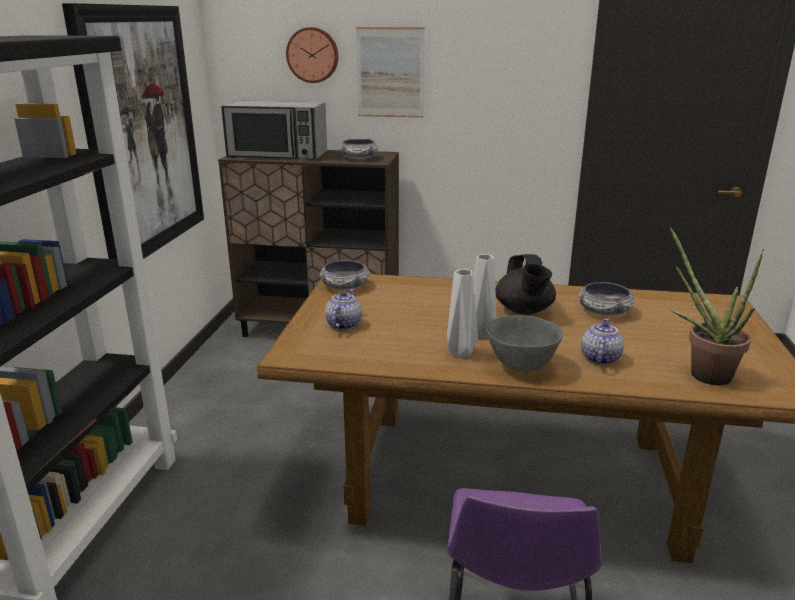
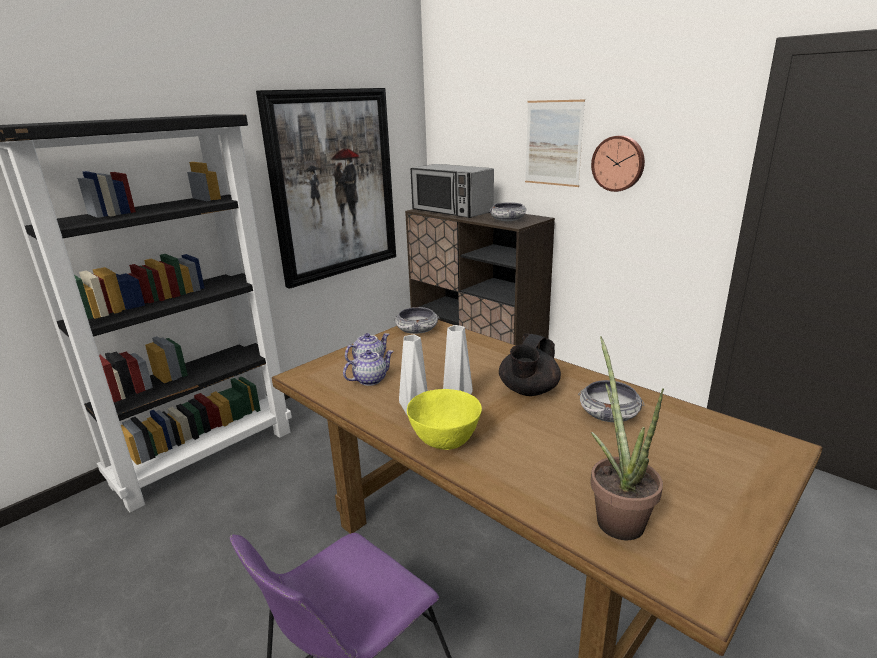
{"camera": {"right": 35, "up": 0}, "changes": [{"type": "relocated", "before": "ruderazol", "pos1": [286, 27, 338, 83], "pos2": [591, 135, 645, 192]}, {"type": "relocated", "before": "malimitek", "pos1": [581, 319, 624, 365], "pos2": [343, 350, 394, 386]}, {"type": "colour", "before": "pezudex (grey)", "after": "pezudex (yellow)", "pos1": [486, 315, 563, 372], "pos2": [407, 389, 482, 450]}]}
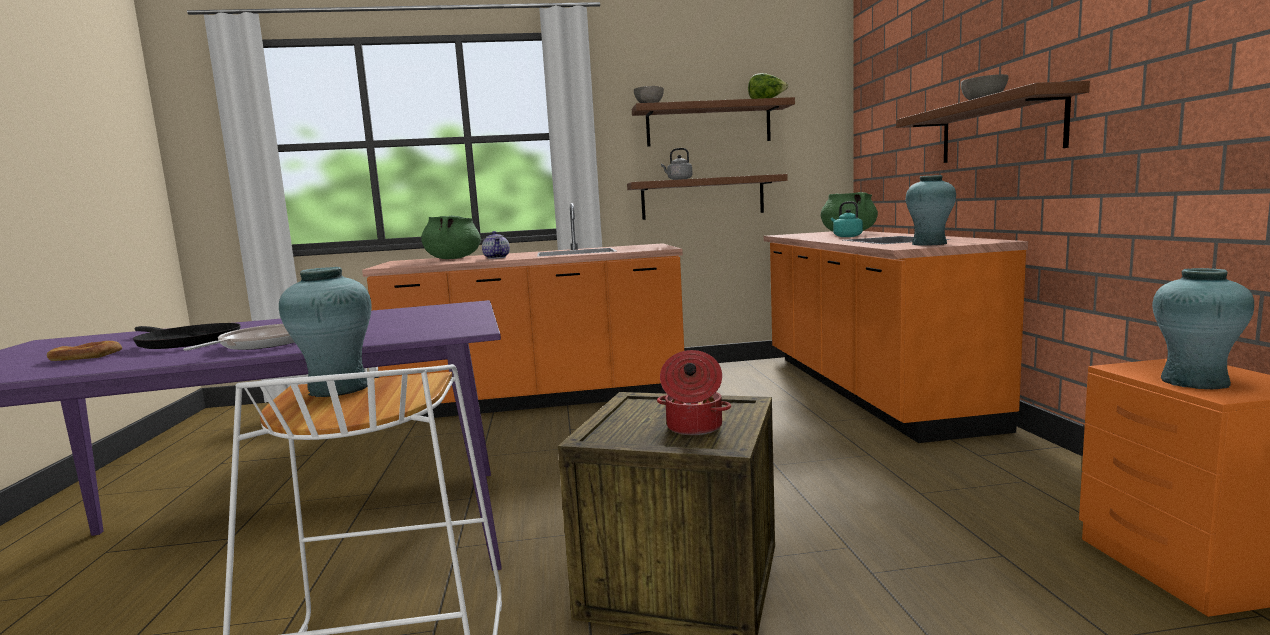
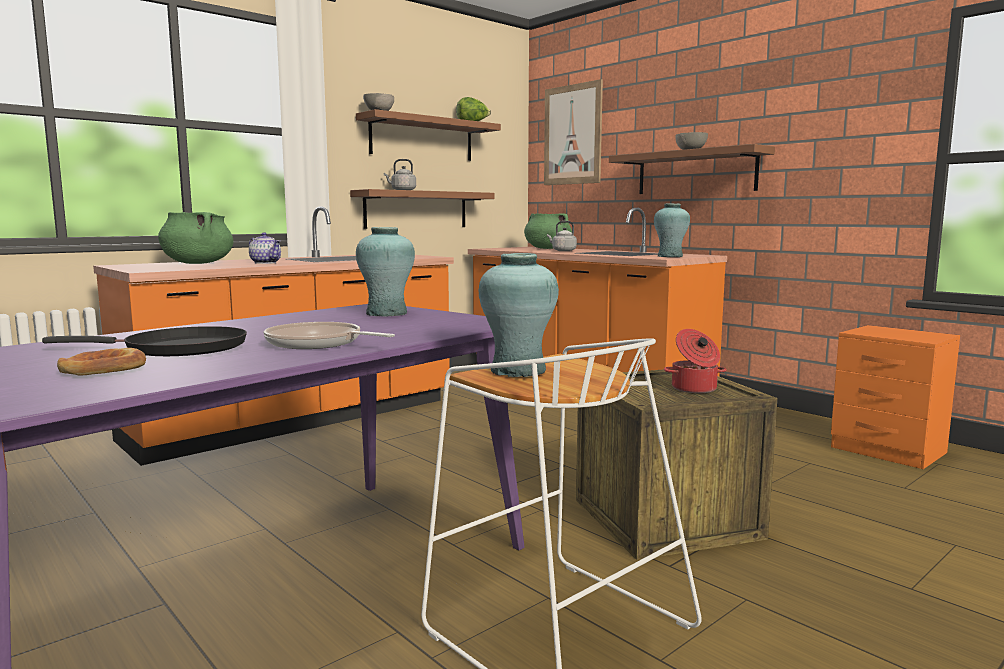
{"camera": {"right": -35, "up": 0}, "changes": [{"type": "appeared", "after": "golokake", "pos2": [544, 79, 603, 185]}, {"type": "relocated", "before": "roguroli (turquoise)", "pos1": [1152, 268, 1254, 389], "pos2": [356, 227, 415, 317]}, {"type": "colour", "before": "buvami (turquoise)", "after": "buvami (grey)", "pos1": [831, 201, 863, 237], "pos2": [547, 221, 577, 251]}, {"type": "spun", "before": "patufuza", "pos1": [183, 324, 295, 350], "pos2": [264, 322, 395, 349], "turn": -45}]}
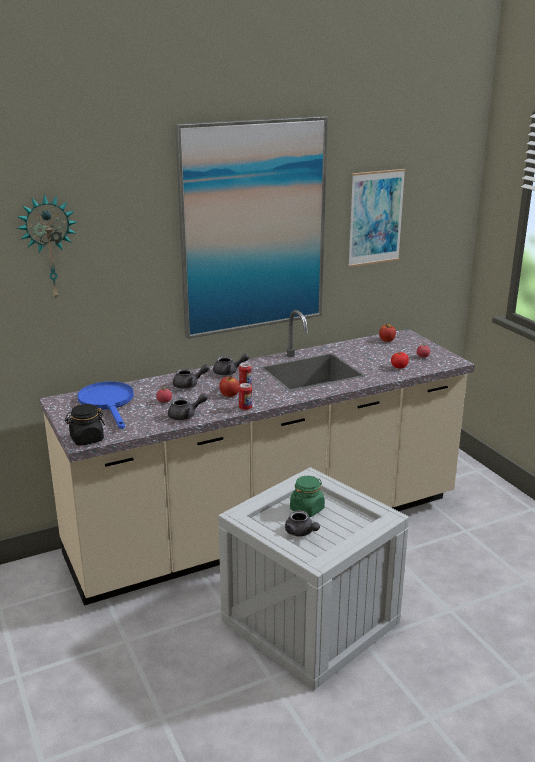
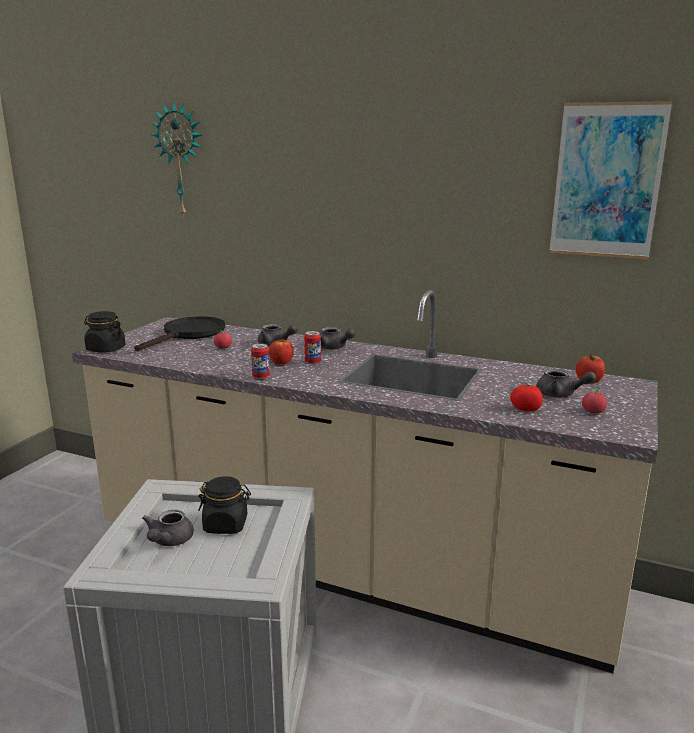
{"camera": {"right": 50, "up": -5}, "changes": [{"type": "missing", "before": "golokake", "pos1": [175, 116, 328, 339]}, {"type": "relocated", "before": "malimitek (grey)", "pos1": [168, 393, 208, 420], "pos2": [536, 369, 596, 398]}, {"type": "colour", "before": "patufuza (blue)", "after": "patufuza (black)", "pos1": [78, 381, 134, 429], "pos2": [134, 316, 225, 351]}, {"type": "colour", "before": "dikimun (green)", "after": "dikimun (black)", "pos1": [290, 476, 325, 517], "pos2": [198, 476, 251, 534]}]}
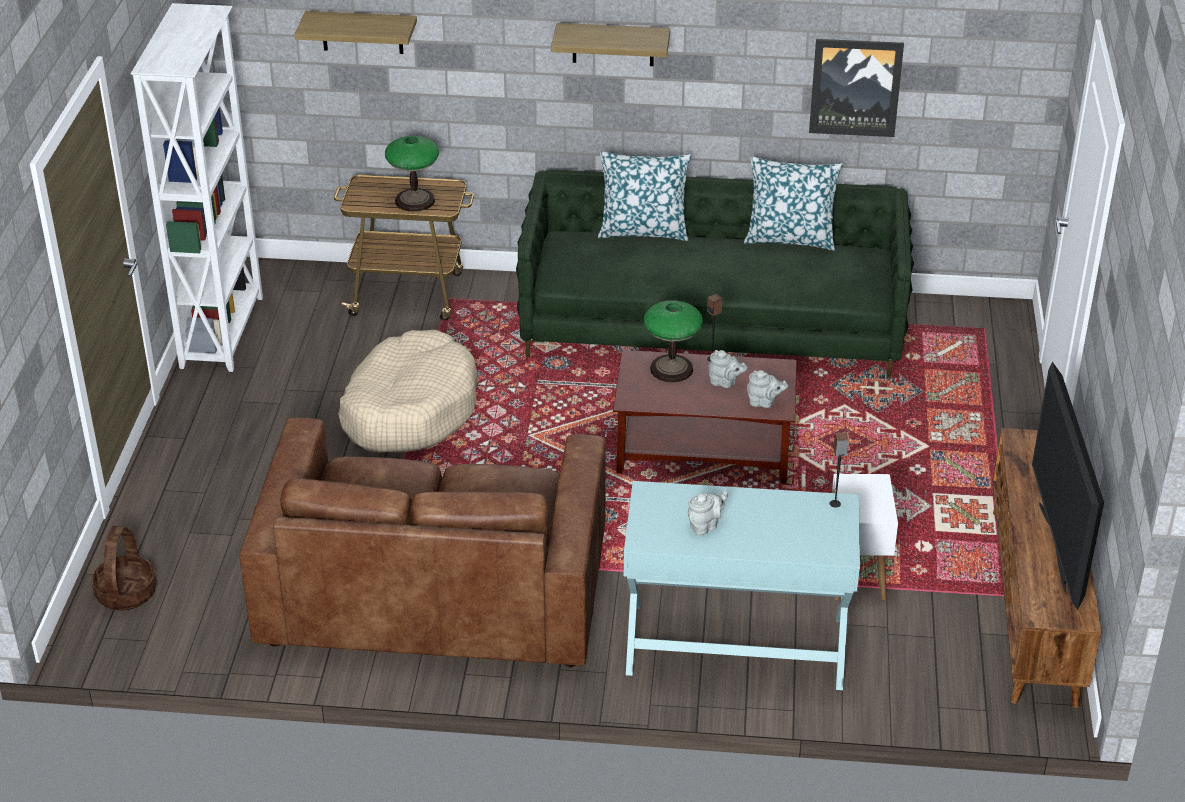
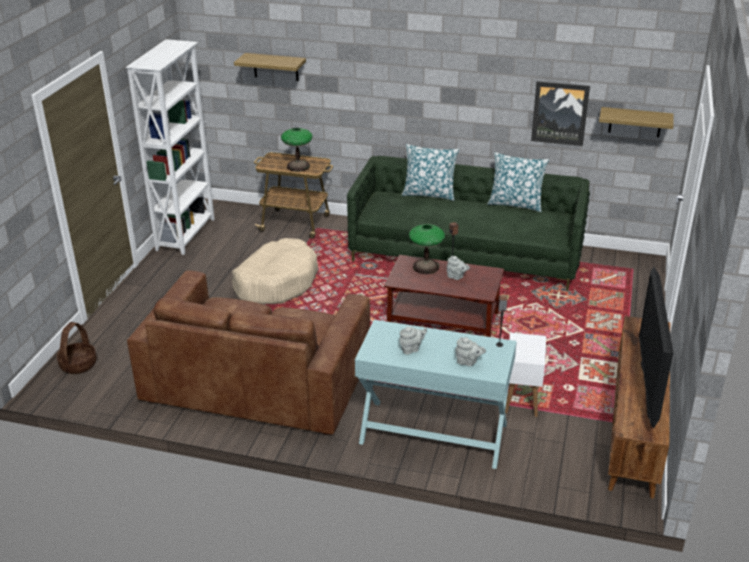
{"camera": {"right": 10, "up": -5}, "changes": [{"type": "relocated", "before": "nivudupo", "pos1": [551, 23, 670, 66], "pos2": [599, 107, 674, 137]}, {"type": "relocated", "before": "malimitek (grey)", "pos1": [747, 370, 788, 408], "pos2": [456, 337, 486, 366]}]}
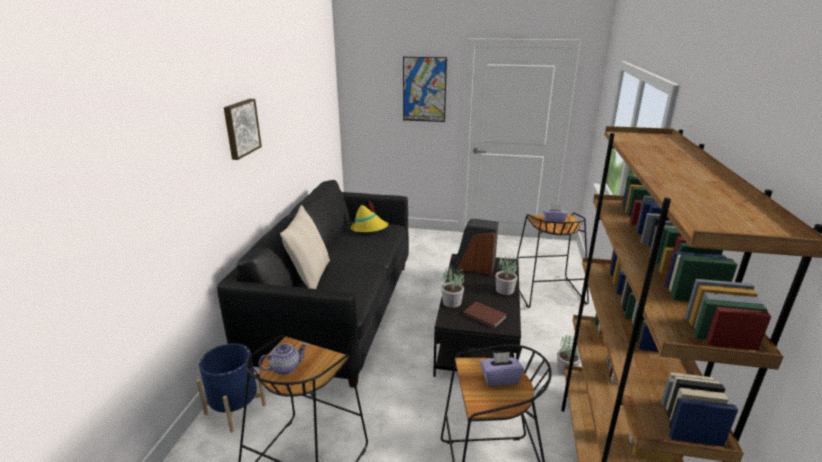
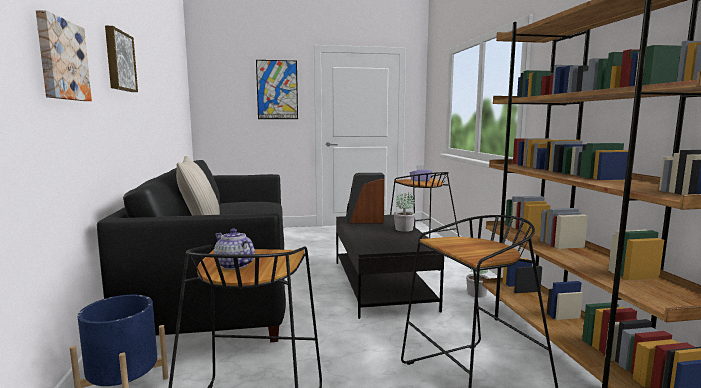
{"camera": {"right": -20, "up": -15}, "changes": [{"type": "missing", "before": "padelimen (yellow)", "pos1": [350, 199, 388, 232]}, {"type": "missing", "before": "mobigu", "pos1": [441, 265, 464, 308]}, {"type": "missing", "before": "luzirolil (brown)", "pos1": [463, 302, 507, 328]}, {"type": "missing", "before": "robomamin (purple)", "pos1": [480, 352, 524, 386]}, {"type": "appeared", "after": "golokake", "pos2": [36, 10, 92, 101]}, {"type": "spun", "before": "malimitek", "pos1": [259, 343, 308, 375], "pos2": [214, 229, 255, 270], "turn": -90}]}
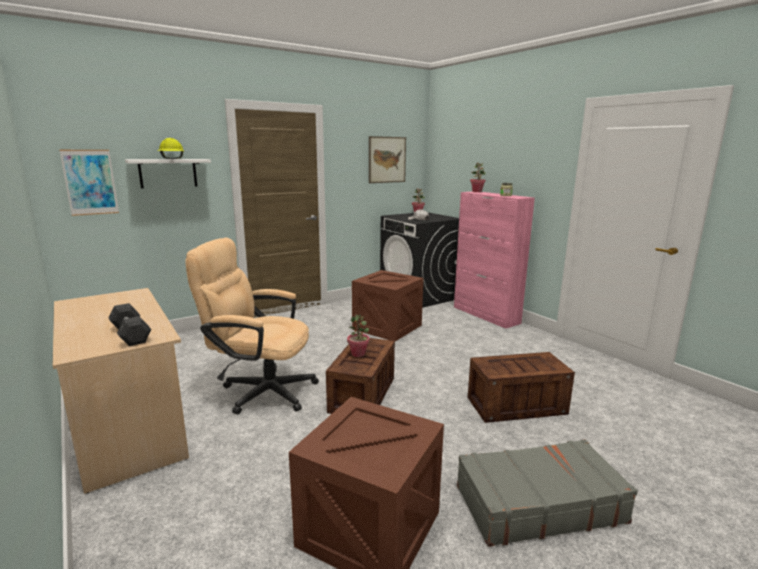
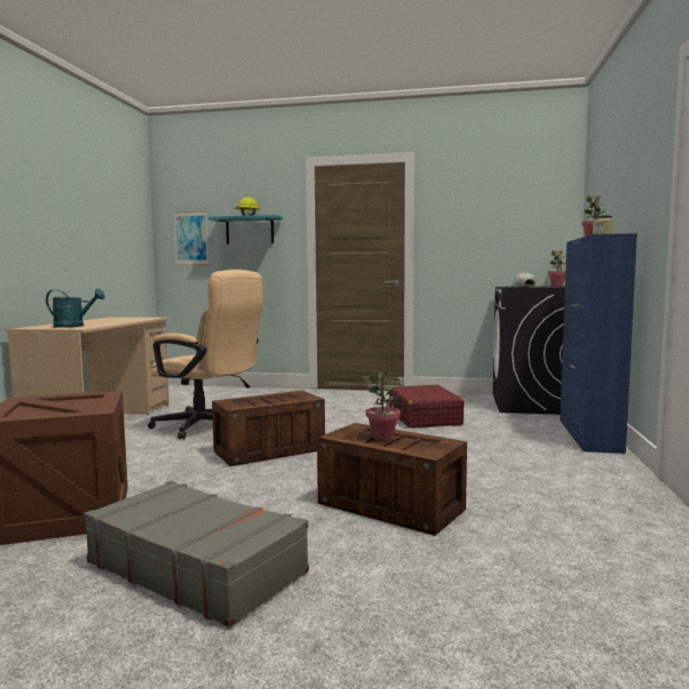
{"camera": {"right": 45, "up": -10}, "changes": [{"type": "missing", "before": "golokake", "pos1": [369, 136, 406, 183]}, {"type": "relocated", "before": "mobigu", "pos1": [347, 314, 370, 357], "pos2": [366, 373, 400, 440]}, {"type": "exchanged", "before": "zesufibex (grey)", "after": "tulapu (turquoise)", "pos1": [108, 303, 151, 346], "pos2": [46, 289, 105, 328]}, {"type": "exchanged", "before": "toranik", "after": "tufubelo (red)", "pos1": [352, 270, 423, 341], "pos2": [389, 385, 464, 428]}, {"type": "colour", "before": "nivudupo (white)", "after": "nivudupo (turquoise)", "pos1": [125, 159, 211, 188], "pos2": [209, 215, 283, 244]}, {"type": "colour", "before": "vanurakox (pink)", "after": "vanurakox (blue)", "pos1": [454, 192, 535, 329], "pos2": [560, 233, 637, 454]}, {"type": "spun", "before": "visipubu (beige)", "pos1": [185, 238, 319, 414], "pos2": [148, 269, 263, 439], "turn": 150}]}
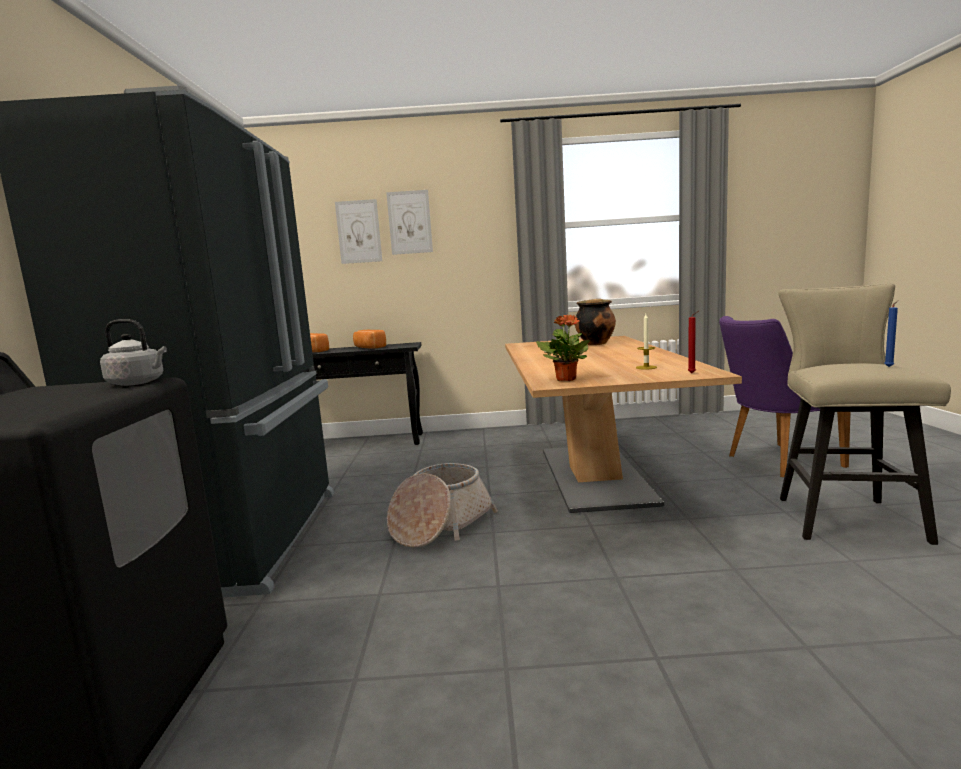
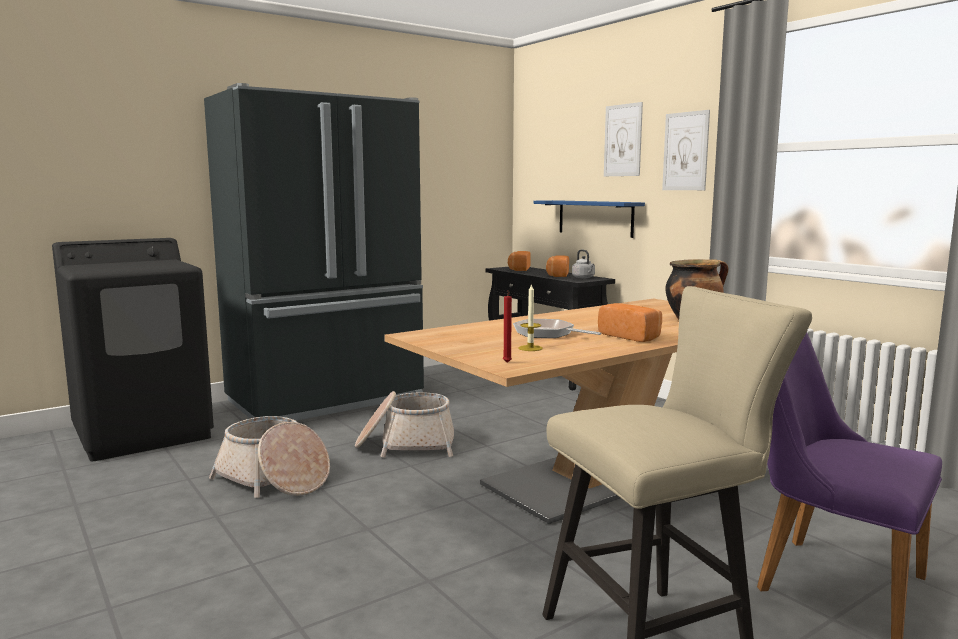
{"camera": {"right": 55, "up": 0}, "changes": [{"type": "missing", "before": "mobigu", "pos1": [536, 315, 590, 381]}, {"type": "missing", "before": "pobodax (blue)", "pos1": [884, 301, 898, 367]}, {"type": "appeared", "after": "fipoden", "pos2": [209, 416, 330, 498]}, {"type": "appeared", "after": "patufuza", "pos2": [513, 319, 601, 338]}, {"type": "appeared", "after": "nivudupo (blue)", "pos2": [533, 200, 645, 238]}, {"type": "appeared", "after": "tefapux", "pos2": [598, 303, 662, 342]}, {"type": "relocated", "before": "buvami (grey)", "pos1": [100, 319, 167, 386], "pos2": [572, 249, 595, 278]}, {"type": "relocated", "before": "golokake", "pos1": [335, 199, 382, 264], "pos2": [662, 110, 710, 190]}]}
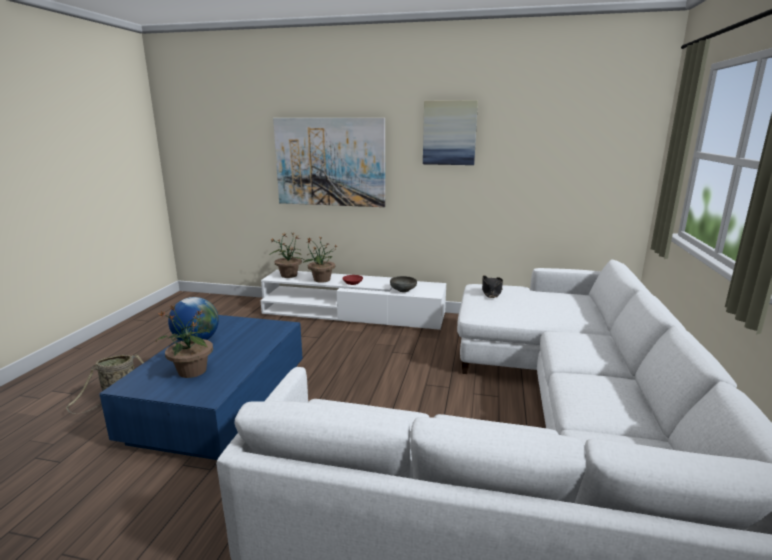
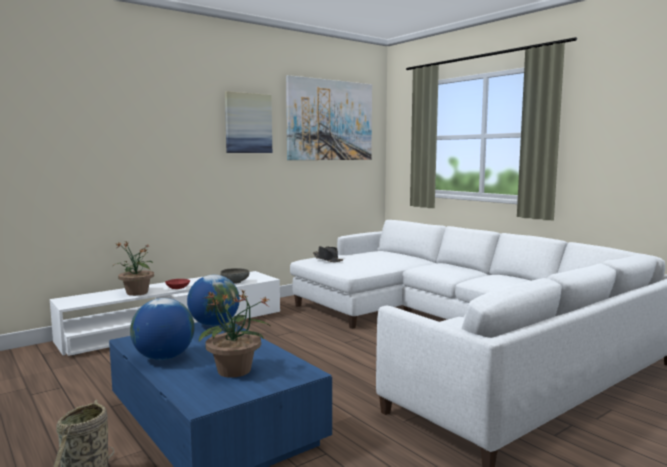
{"camera": {"right": -50, "up": -10}, "changes": [{"type": "missing", "before": "mobigu", "pos1": [269, 232, 302, 278]}, {"type": "appeared", "after": "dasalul", "pos2": [187, 275, 240, 326]}, {"type": "relocated", "before": "golokake", "pos1": [273, 118, 385, 207], "pos2": [286, 75, 372, 160]}]}
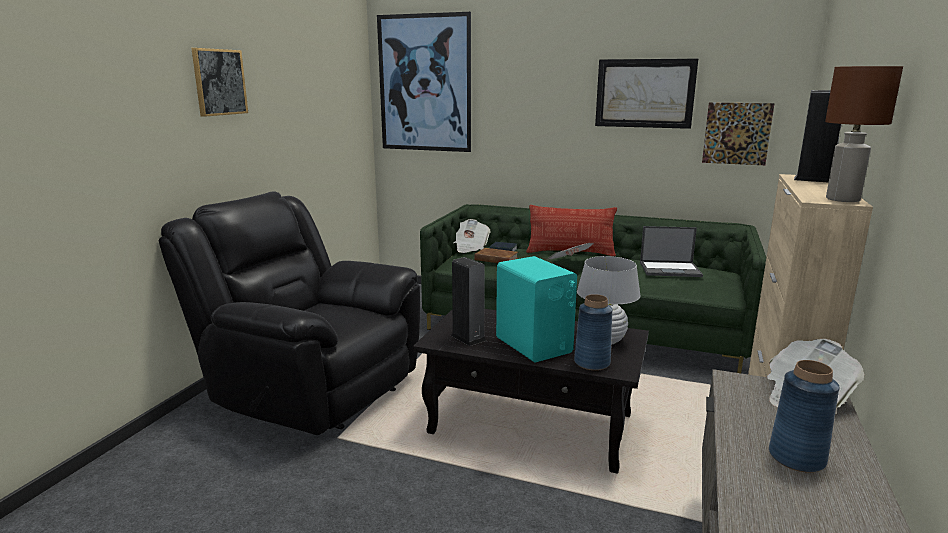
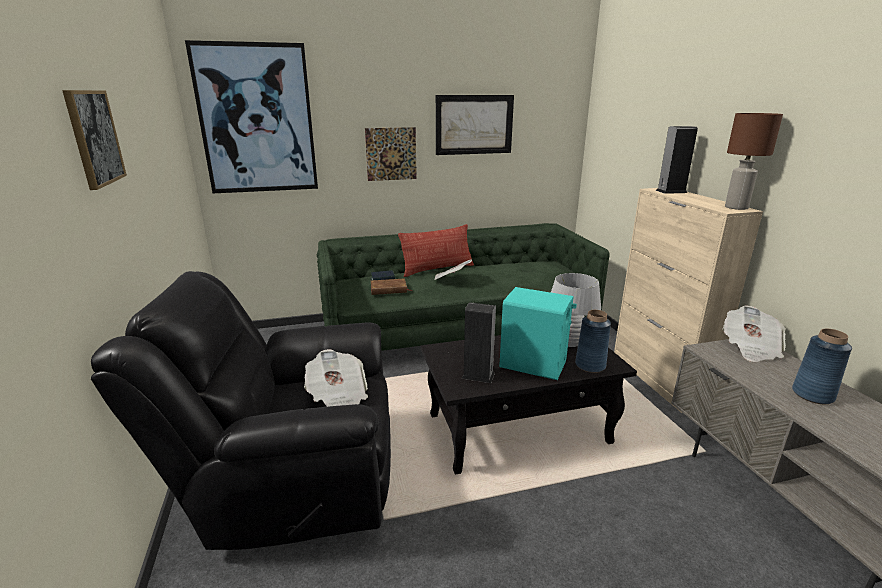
{"camera": {"right": -35, "up": 5}, "changes": [{"type": "missing", "before": "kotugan", "pos1": [640, 226, 703, 277]}, {"type": "relocated", "before": "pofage", "pos1": [454, 219, 491, 253], "pos2": [304, 349, 368, 407]}, {"type": "relocated", "before": "golokake", "pos1": [702, 102, 775, 165], "pos2": [365, 127, 417, 181]}]}
